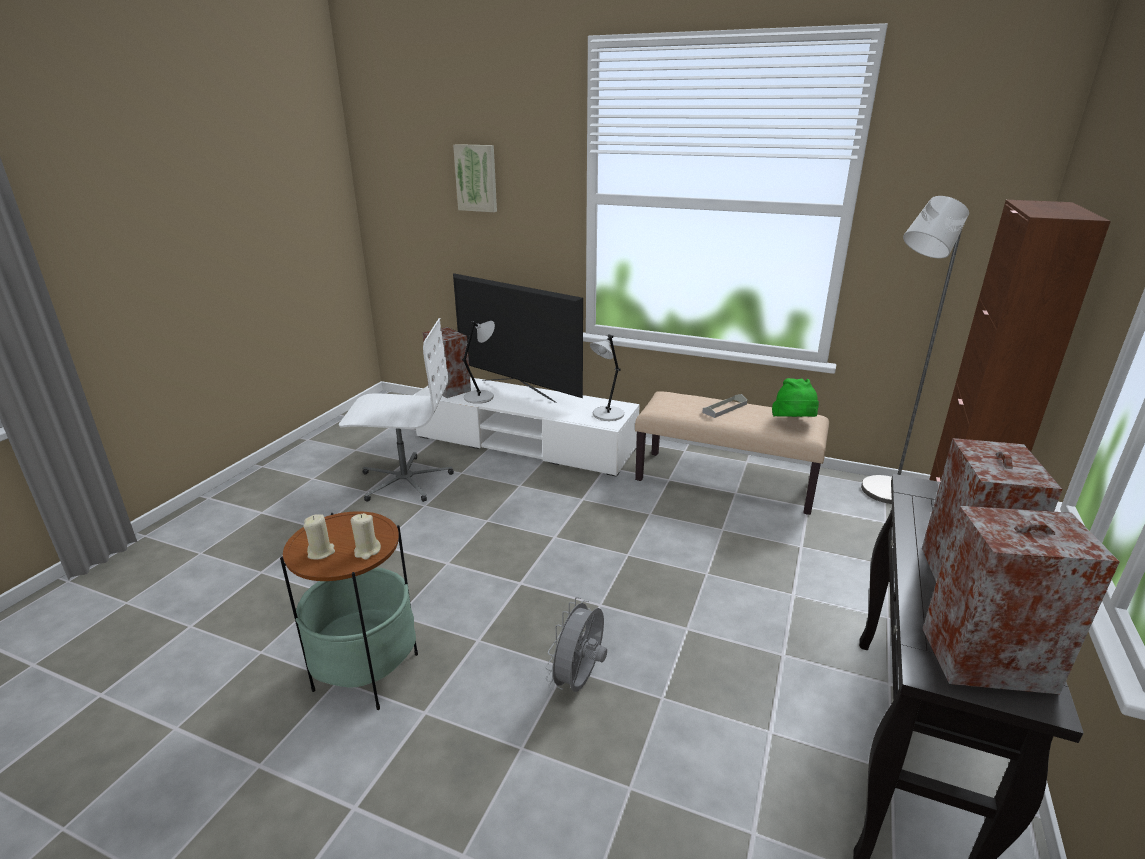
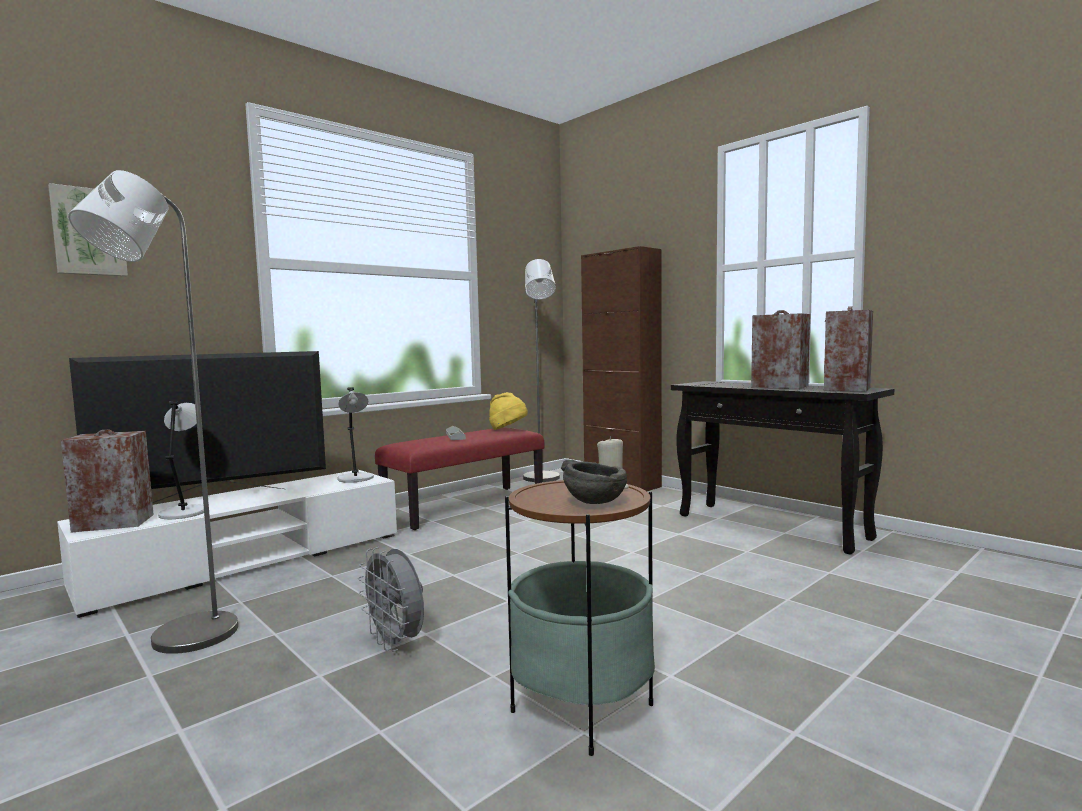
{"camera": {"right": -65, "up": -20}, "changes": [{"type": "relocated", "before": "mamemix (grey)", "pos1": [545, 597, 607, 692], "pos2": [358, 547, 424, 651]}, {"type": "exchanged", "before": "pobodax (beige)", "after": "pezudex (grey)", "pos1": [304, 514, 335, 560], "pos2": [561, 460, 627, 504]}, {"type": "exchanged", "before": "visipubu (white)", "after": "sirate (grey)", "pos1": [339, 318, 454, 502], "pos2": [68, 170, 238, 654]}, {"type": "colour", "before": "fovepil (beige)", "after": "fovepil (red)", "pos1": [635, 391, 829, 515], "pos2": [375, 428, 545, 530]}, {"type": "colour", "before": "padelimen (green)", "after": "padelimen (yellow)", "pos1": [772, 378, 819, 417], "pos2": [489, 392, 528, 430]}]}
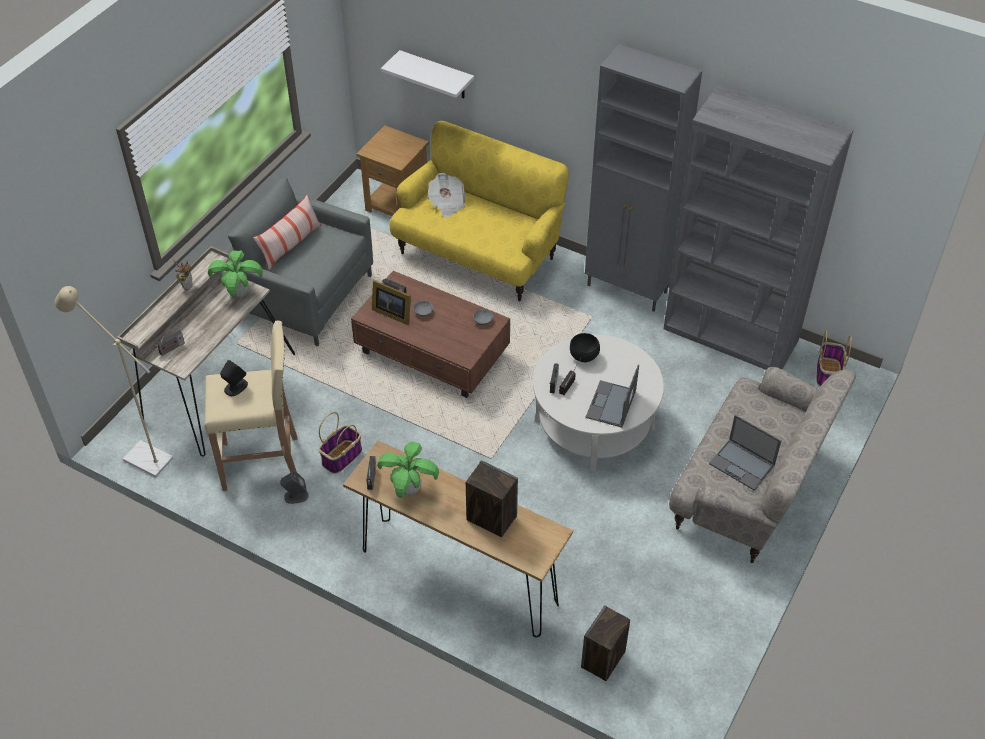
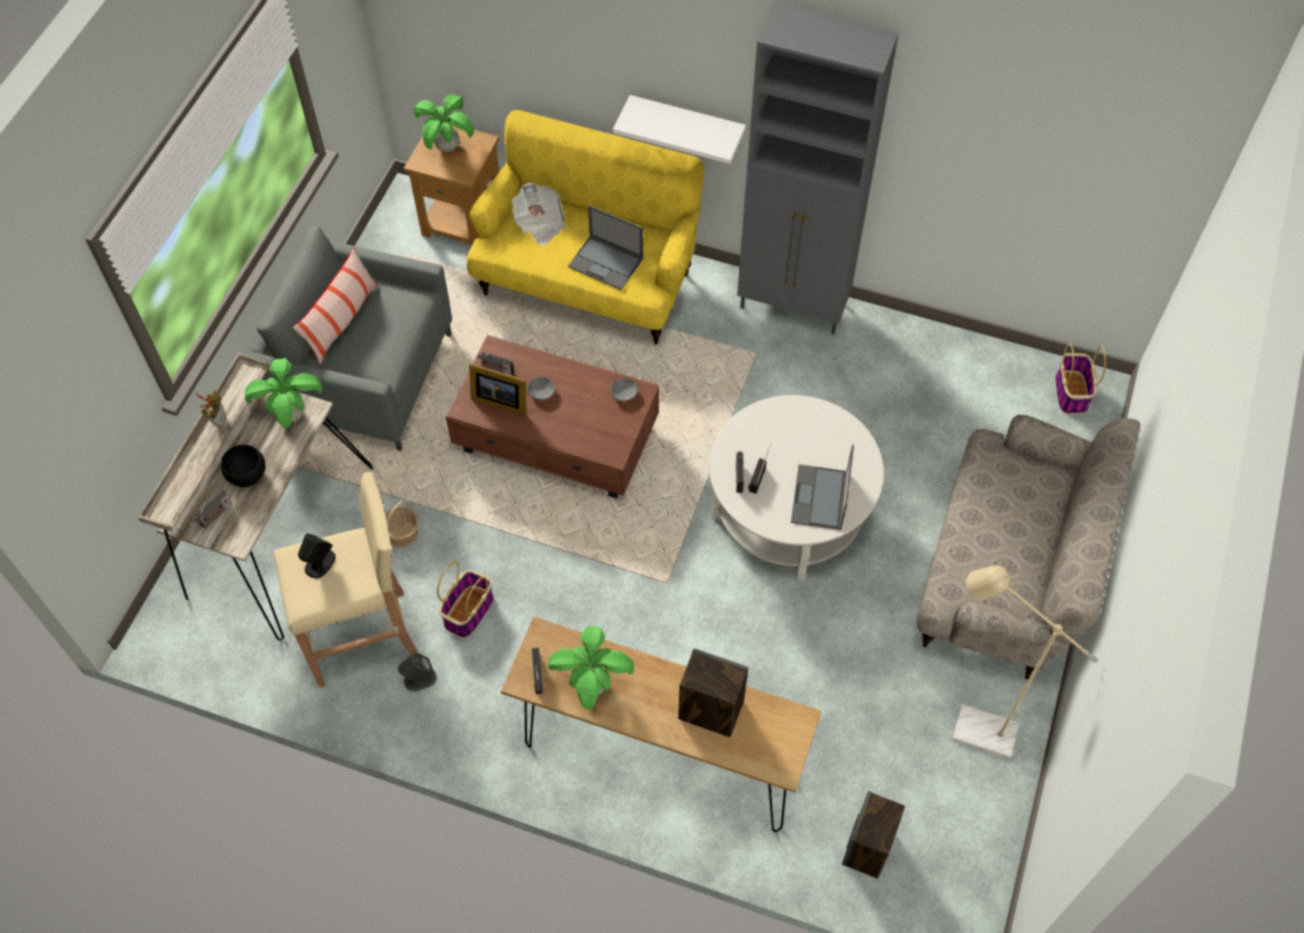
{"camera": {"right": -10, "up": 10}, "changes": [{"type": "missing", "before": "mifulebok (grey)", "pos1": [664, 86, 854, 370]}, {"type": "appeared", "after": "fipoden", "pos2": [385, 500, 419, 548]}, {"type": "appeared", "after": "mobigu", "pos2": [414, 94, 474, 152]}, {"type": "relocated", "before": "sirate (beige)", "pos1": [55, 286, 173, 477], "pos2": [952, 565, 1098, 758]}, {"type": "relocated", "before": "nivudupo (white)", "pos1": [381, 50, 474, 98], "pos2": [613, 95, 746, 164]}, {"type": "relocated", "before": "pezudex (black)", "pos1": [570, 333, 600, 362], "pos2": [221, 444, 265, 487]}, {"type": "relocated", "before": "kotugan", "pos1": [709, 415, 782, 491], "pos2": [568, 205, 644, 290]}]}
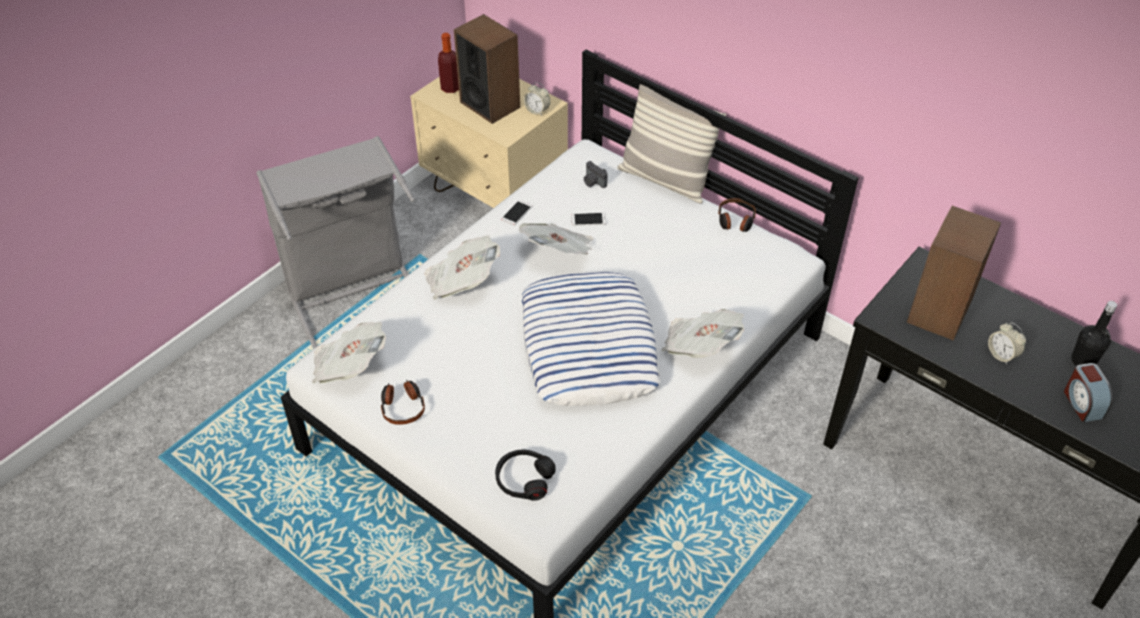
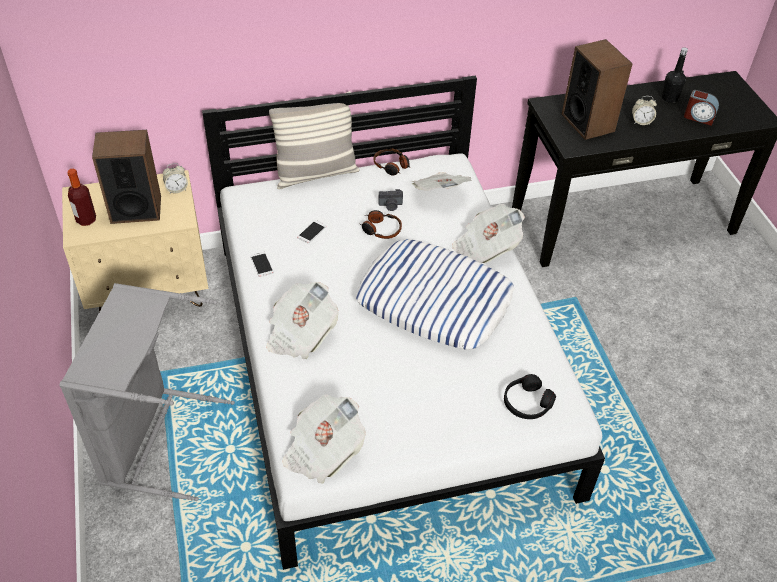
{"camera": {"right": -55, "up": 0}, "changes": [{"type": "relocated", "before": "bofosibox", "pos1": [381, 380, 425, 425], "pos2": [359, 210, 402, 239]}, {"type": "relocated", "before": "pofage", "pos1": [519, 223, 593, 255], "pos2": [412, 172, 472, 191]}, {"type": "relocated", "before": "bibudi", "pos1": [584, 161, 608, 188], "pos2": [378, 189, 403, 211]}]}
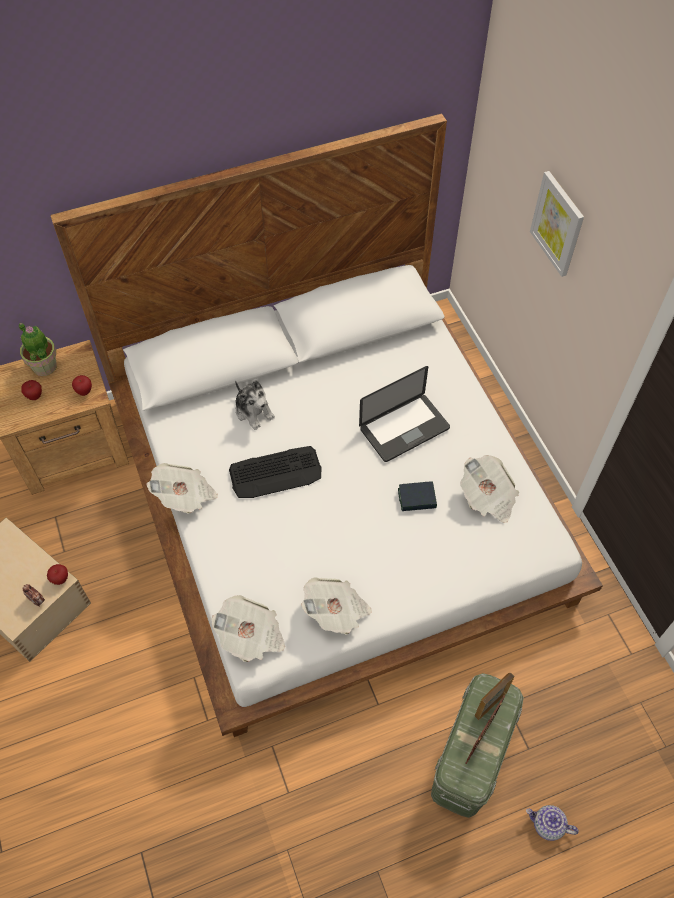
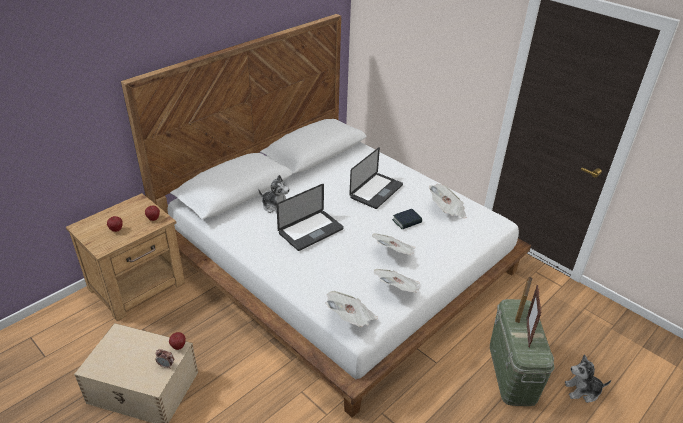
{"camera": {"right": -25, "up": -20}, "changes": [{"type": "missing", "before": "mobigu", "pos1": [19, 323, 57, 376]}, {"type": "missing", "before": "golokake", "pos1": [530, 171, 584, 277]}, {"type": "relocated", "before": "pofage", "pos1": [146, 463, 218, 514], "pos2": [372, 233, 415, 255]}, {"type": "exchanged", "before": "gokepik", "after": "kotugan", "pos1": [229, 446, 321, 498], "pos2": [276, 184, 344, 251]}, {"type": "exchanged", "before": "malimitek", "after": "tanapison", "pos1": [526, 805, 579, 841], "pos2": [564, 354, 611, 403]}]}
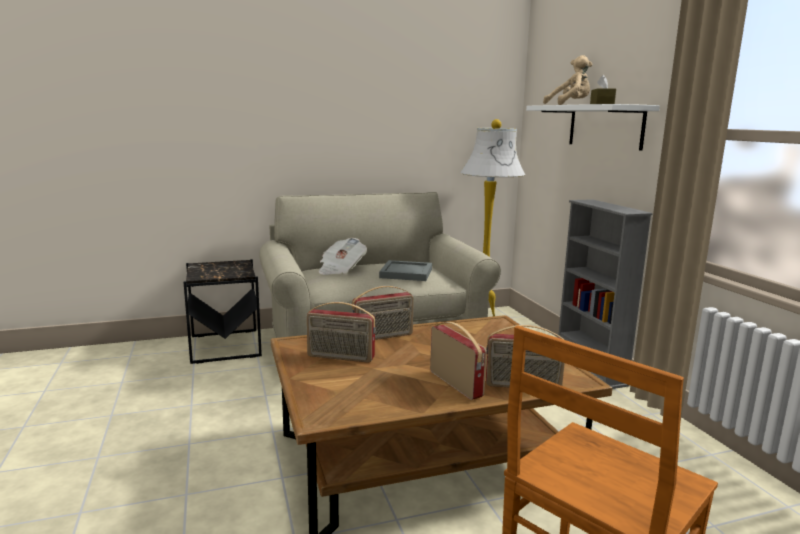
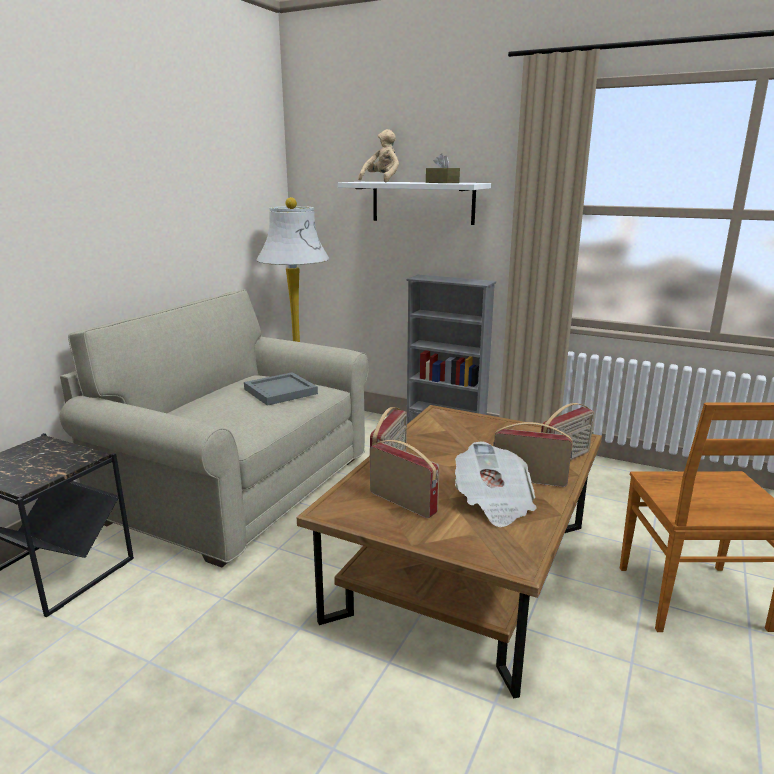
{"camera": {"right": -45, "up": 5}, "changes": [{"type": "relocated", "before": "pofage", "pos1": [318, 238, 367, 275], "pos2": [455, 441, 536, 528]}, {"type": "spun", "before": "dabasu", "pos1": [306, 302, 375, 363], "pos2": [370, 440, 440, 518], "turn": -105}]}
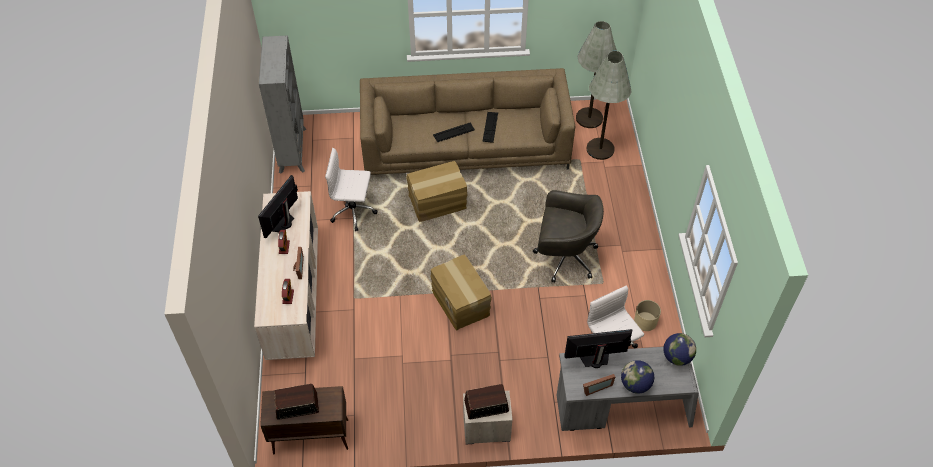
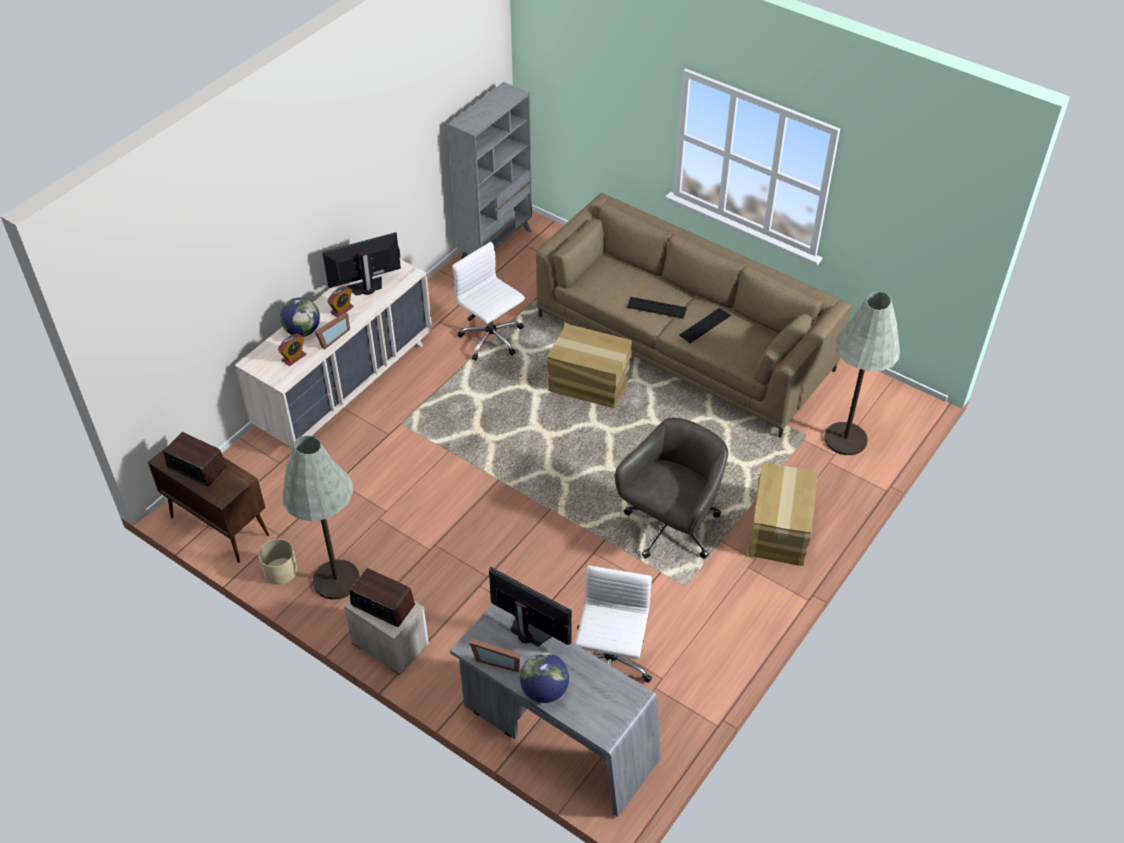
{"camera": {"right": 40, "up": -5}, "changes": [{"type": "relocated", "before": "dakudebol", "pos1": [430, 255, 492, 331], "pos2": [748, 463, 817, 566]}, {"type": "relocated", "before": "sirate (grey)", "pos1": [576, 21, 617, 128], "pos2": [282, 436, 360, 599]}, {"type": "relocated", "before": "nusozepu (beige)", "pos1": [634, 300, 661, 331], "pos2": [258, 539, 297, 585]}, {"type": "relocated", "before": "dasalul", "pos1": [663, 333, 696, 366], "pos2": [280, 298, 320, 337]}, {"type": "spun", "before": "visipubu (grey)", "pos1": [533, 190, 604, 282], "pos2": [615, 418, 729, 559], "turn": -105}]}
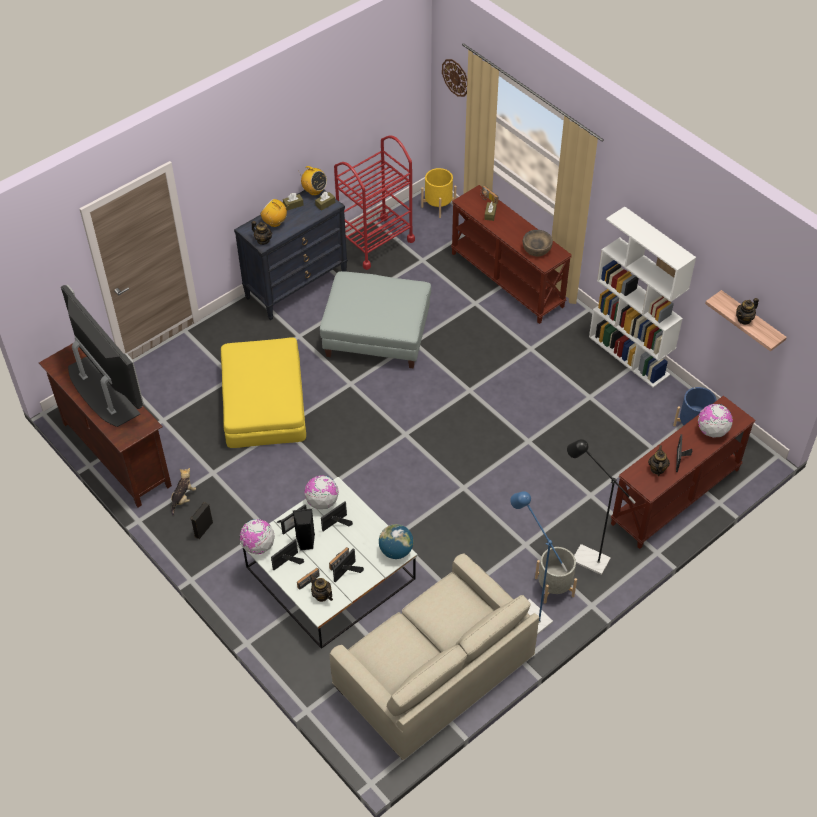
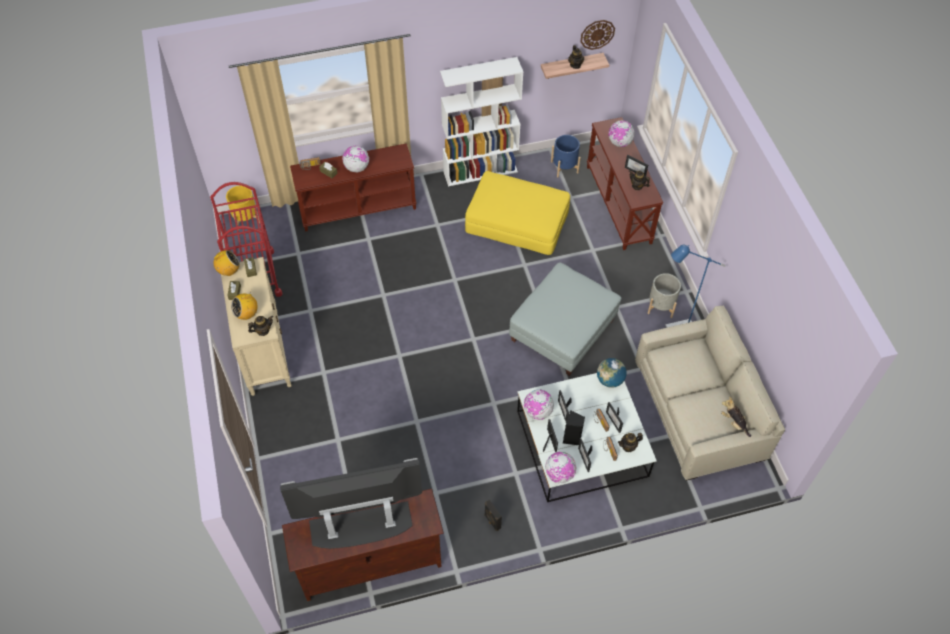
{"camera": {"right": -65, "up": 5}, "changes": [{"type": "missing", "before": "pezudex (brown)", "pos1": [523, 230, 553, 257]}, {"type": "missing", "before": "sirate (black)", "pos1": [567, 439, 636, 575]}, {"type": "appeared", "after": "dasalul", "pos2": [342, 146, 369, 173]}, {"type": "relocated", "before": "tanapison", "pos1": [171, 468, 196, 515], "pos2": [721, 396, 751, 437]}, {"type": "relocated", "before": "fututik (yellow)", "pos1": [221, 337, 306, 448], "pos2": [465, 171, 570, 255]}, {"type": "relocated", "before": "fututik (grey)", "pos1": [320, 271, 431, 369], "pos2": [509, 262, 622, 376]}, {"type": "relocated", "before": "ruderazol", "pos1": [442, 59, 467, 97], "pos2": [580, 20, 615, 50]}, {"type": "colour", "before": "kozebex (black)", "after": "kozebex (beige)", "pos1": [234, 189, 348, 320], "pos2": [221, 257, 291, 396]}]}
